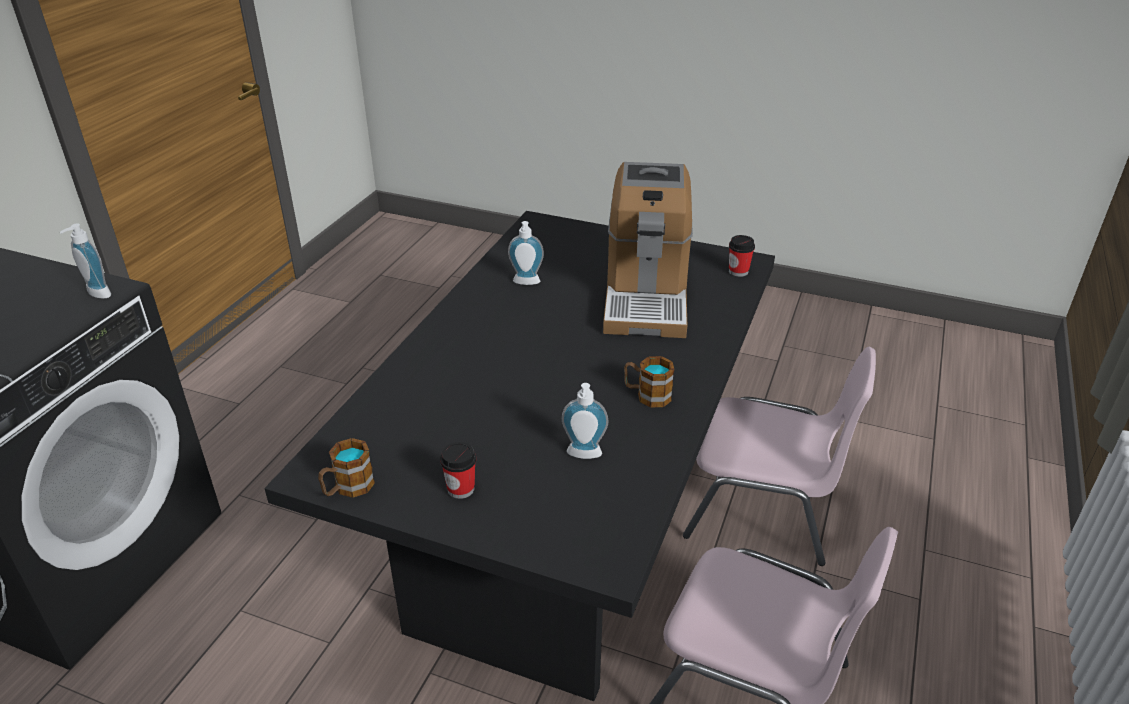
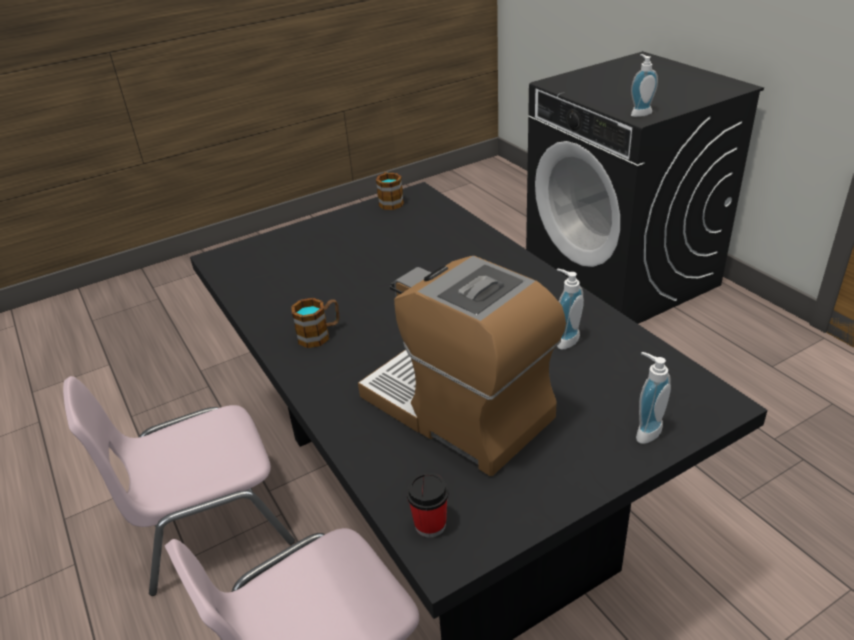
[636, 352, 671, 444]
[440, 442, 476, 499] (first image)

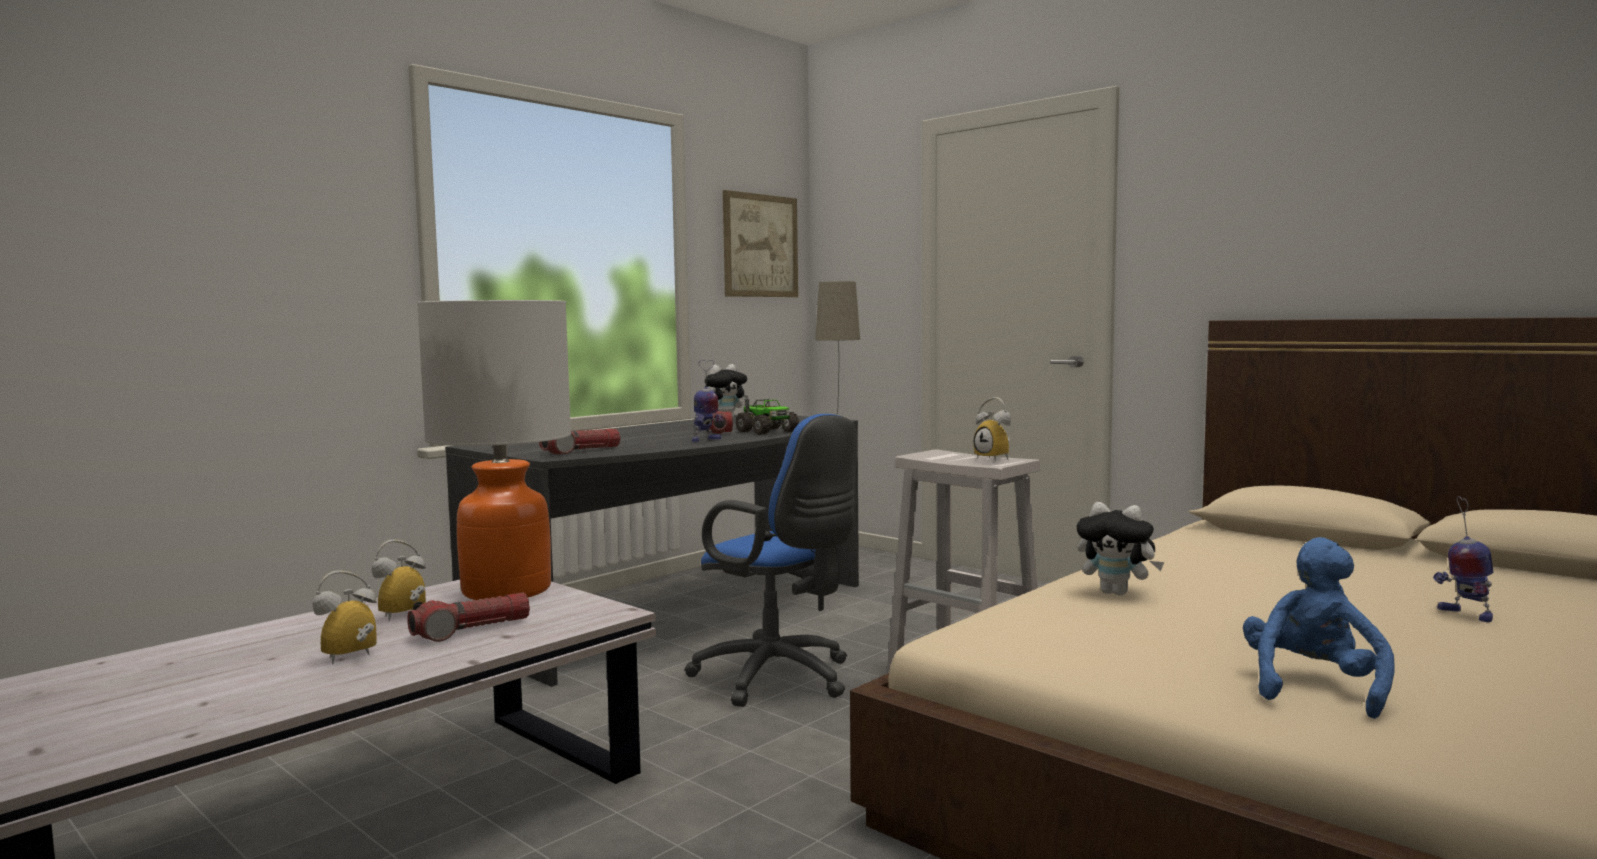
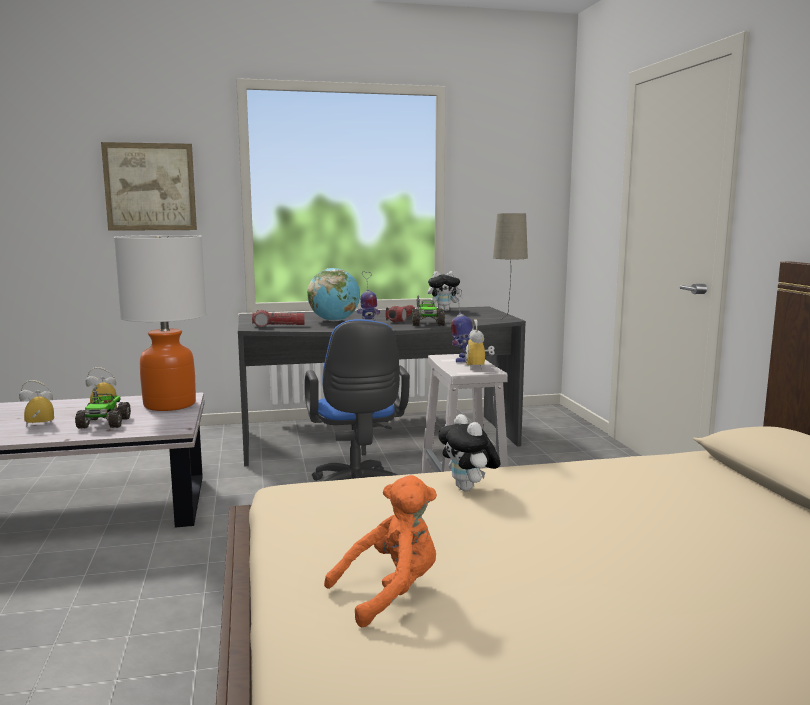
[75, 386, 131, 429]
[101, 142, 197, 231]
[307, 268, 360, 321]
[324, 475, 437, 627]
[451, 289, 473, 363]

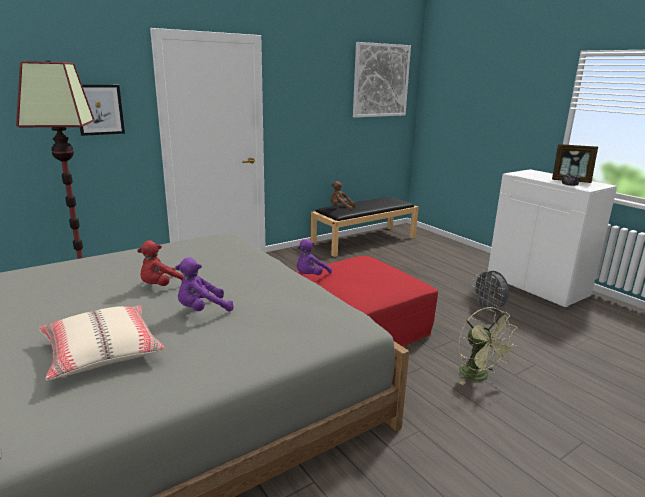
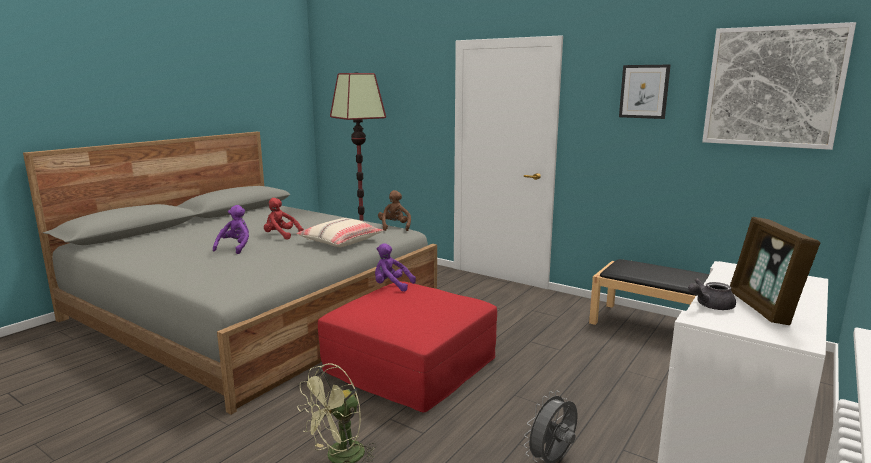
[213, 205, 249, 254]
[296, 218, 384, 247]
[378, 190, 411, 231]
[619, 65, 671, 119]

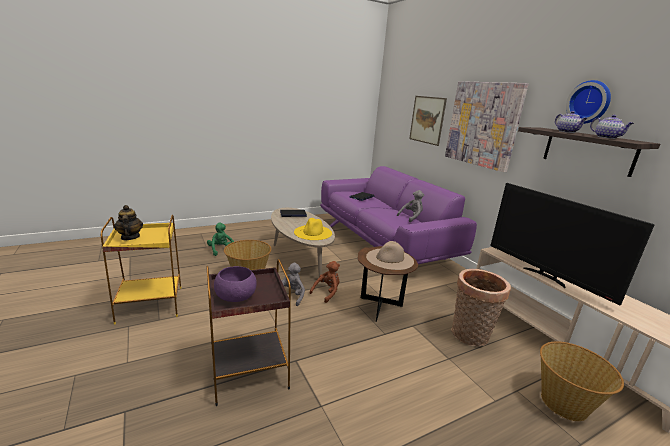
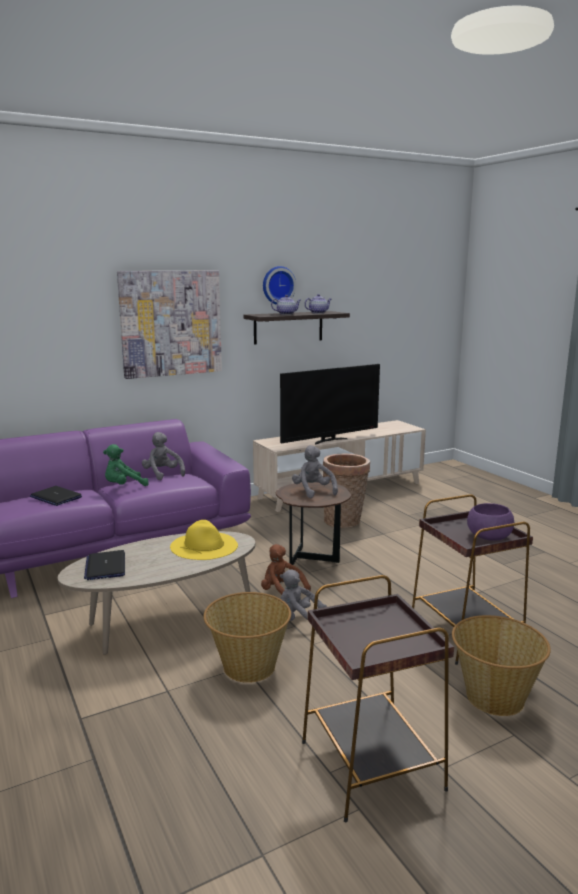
[103, 444, 149, 486]
[292, 445, 338, 498]
[302, 575, 454, 822]
[452, 615, 551, 716]
[114, 205, 143, 240] (first image)
[409, 96, 447, 146] (first image)

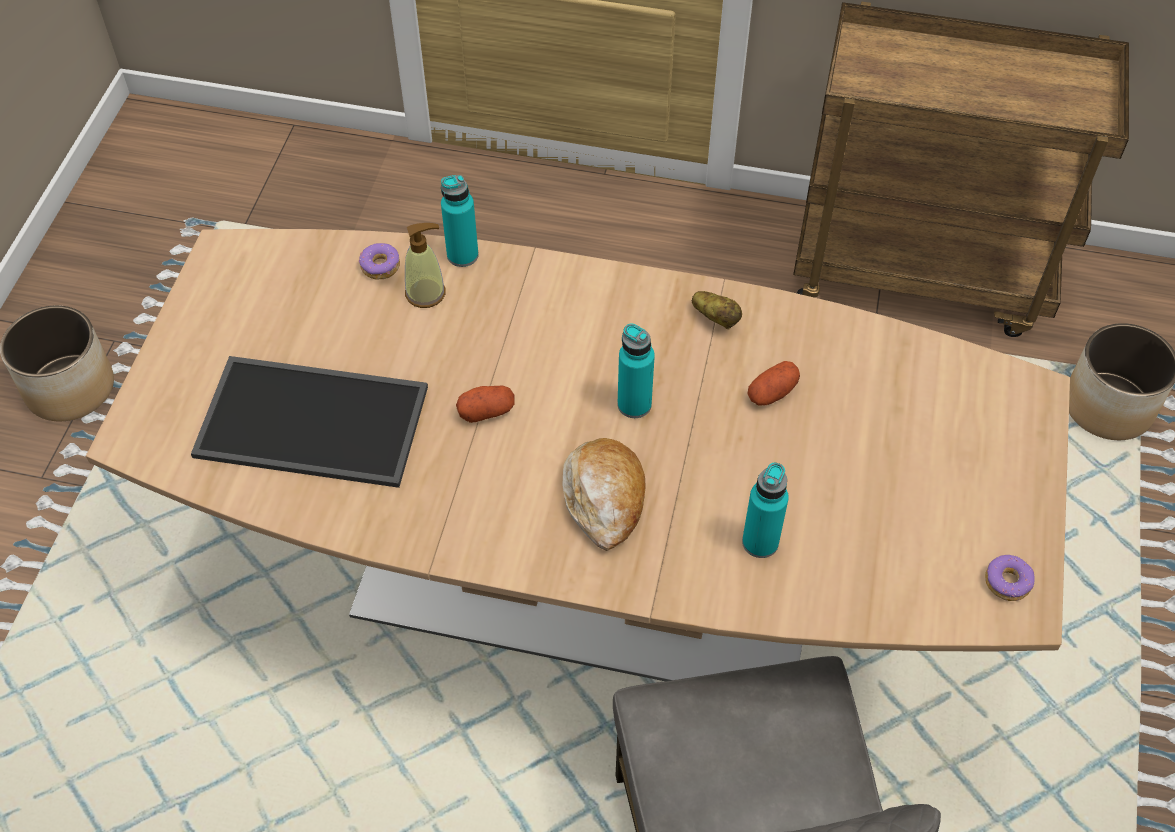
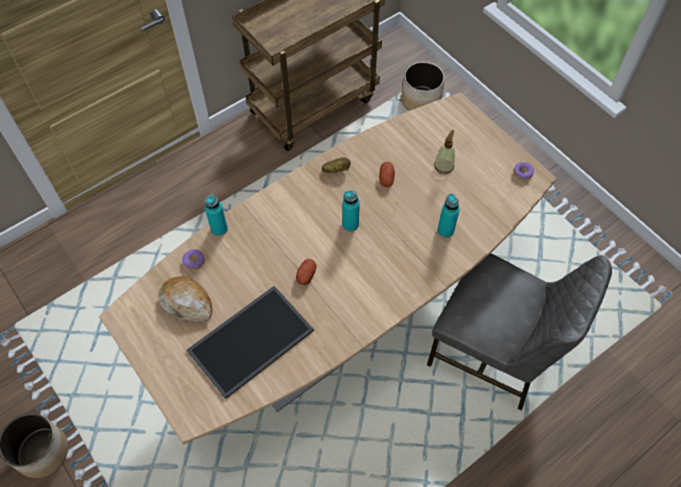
[158, 276, 212, 321]
[434, 130, 455, 174]

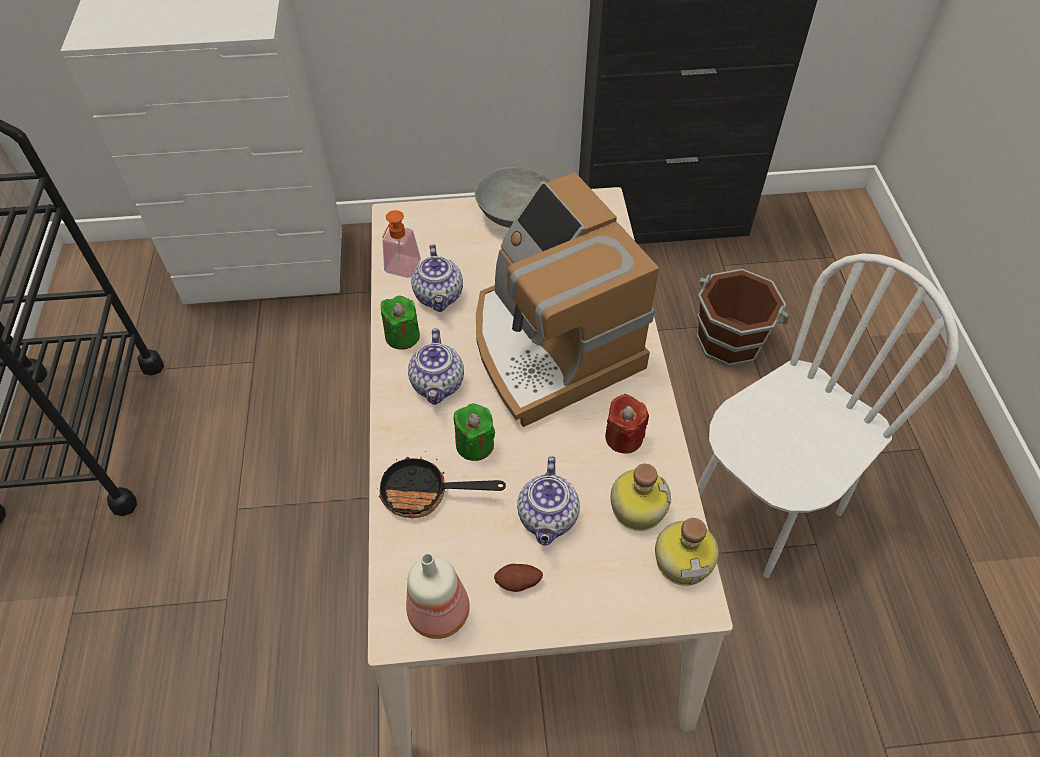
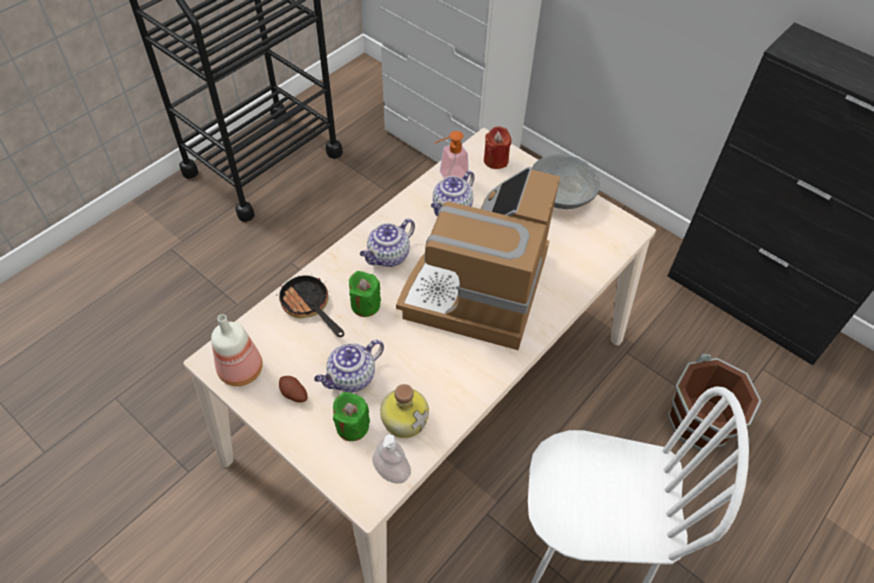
[333, 392, 370, 441]
[372, 434, 411, 484]
[484, 126, 511, 169]

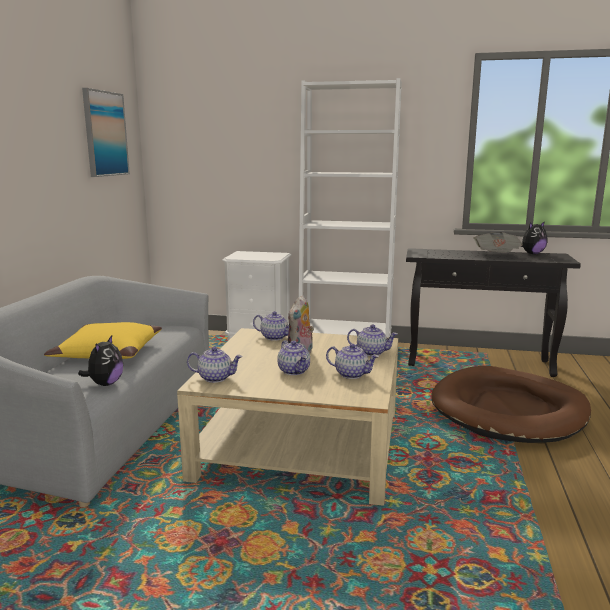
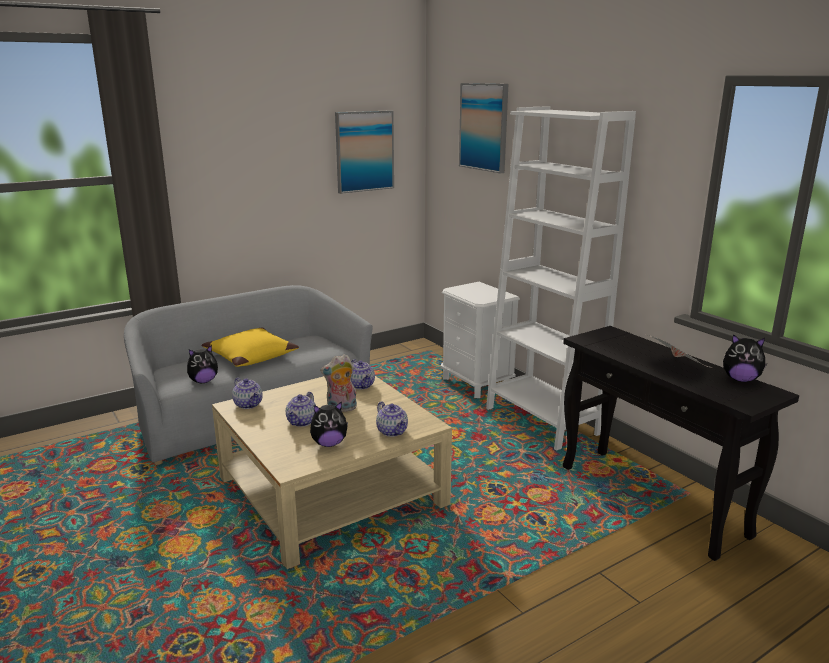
[310, 401, 348, 447]
[459, 83, 508, 173]
[431, 366, 591, 443] (first image)

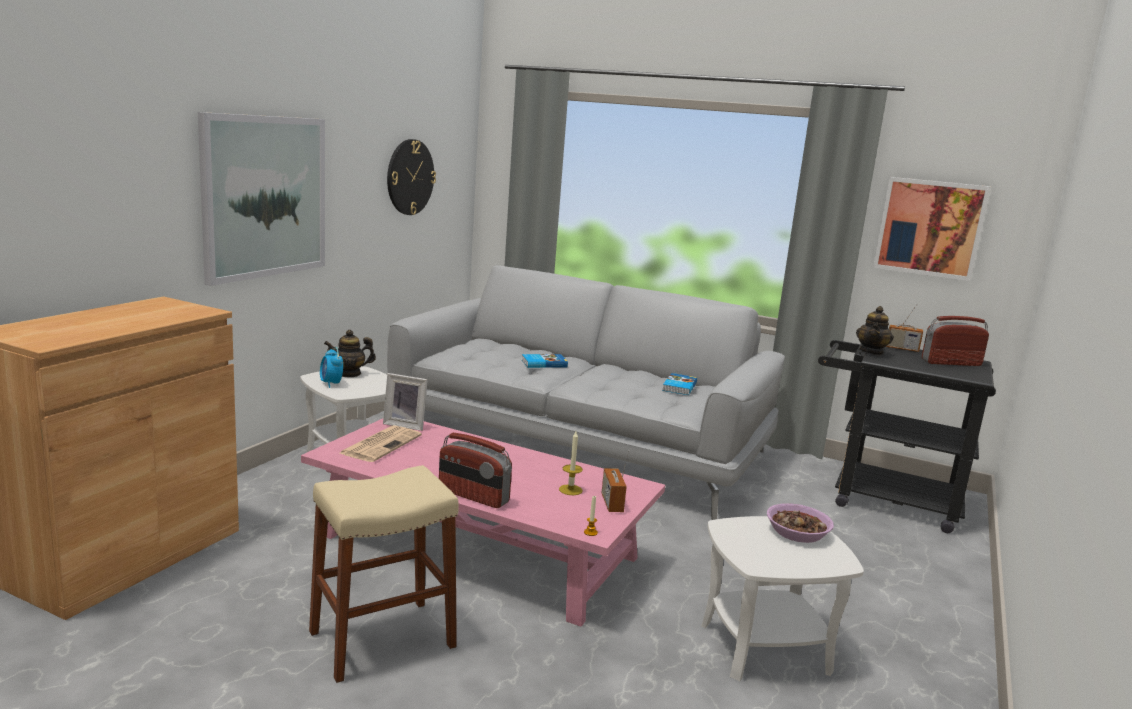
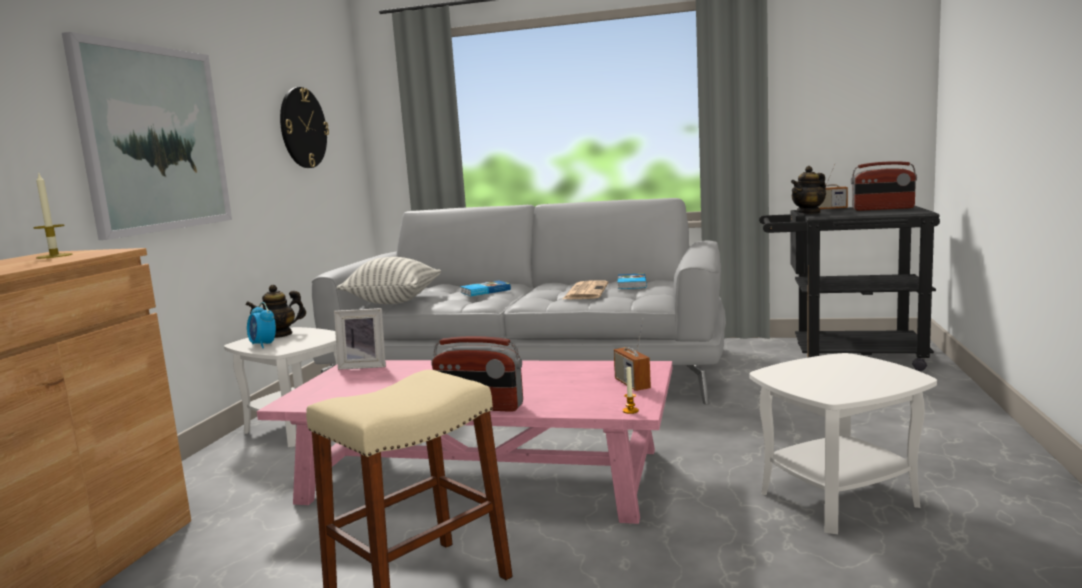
[33, 172, 73, 259]
[337, 257, 441, 304]
[563, 280, 608, 299]
[791, 166, 826, 214]
[851, 161, 917, 211]
[767, 503, 834, 543] (first image)
[873, 177, 991, 281] (first image)

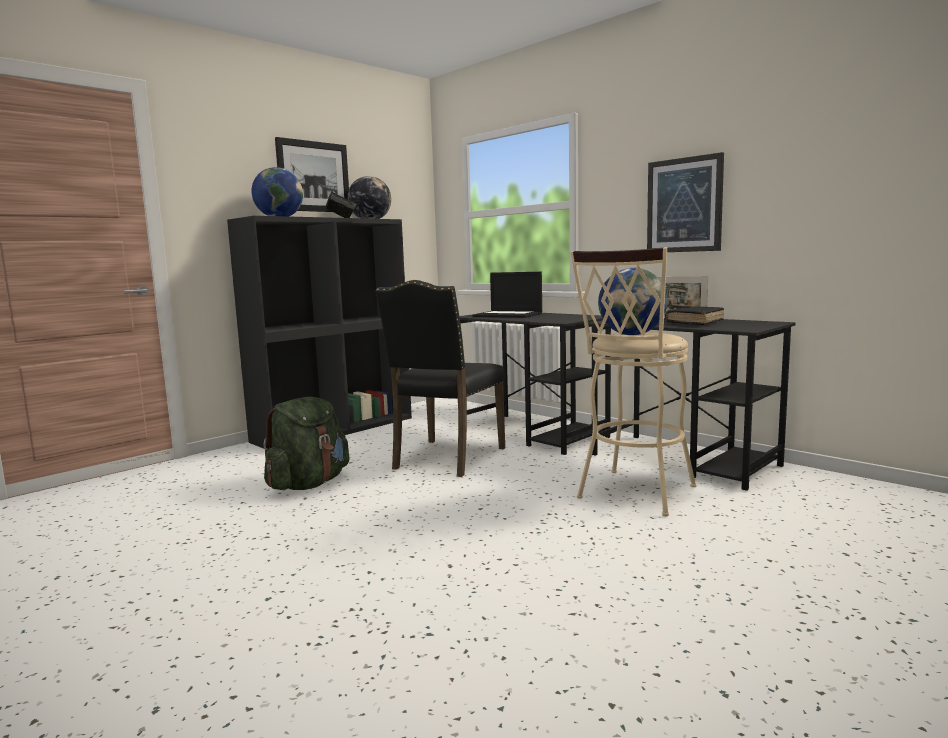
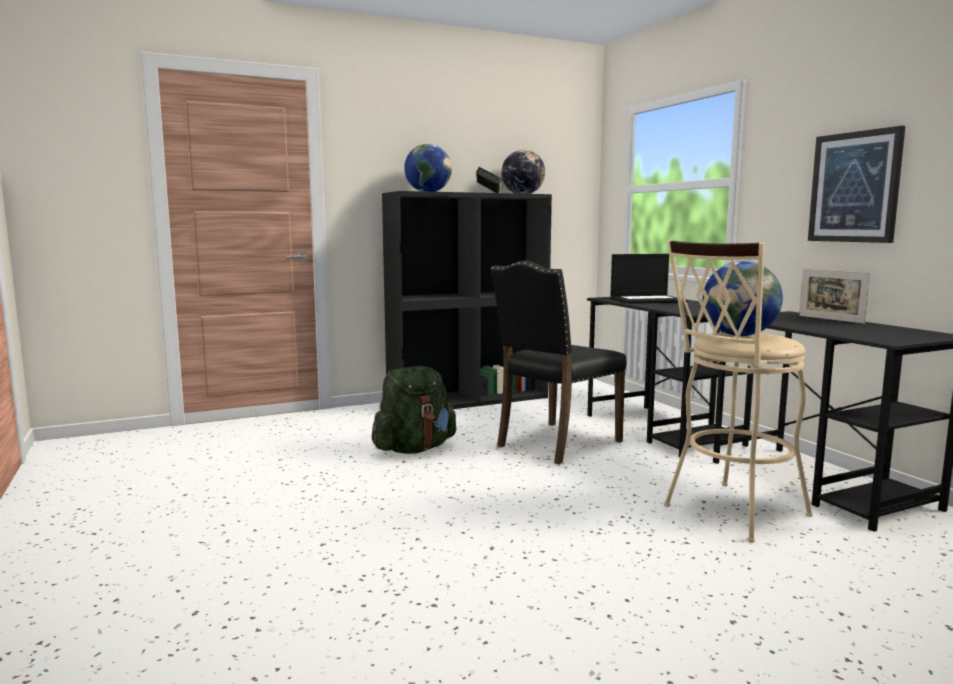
[610, 254, 688, 304]
[275, 137, 349, 212] (first image)
[665, 307, 724, 325] (first image)

